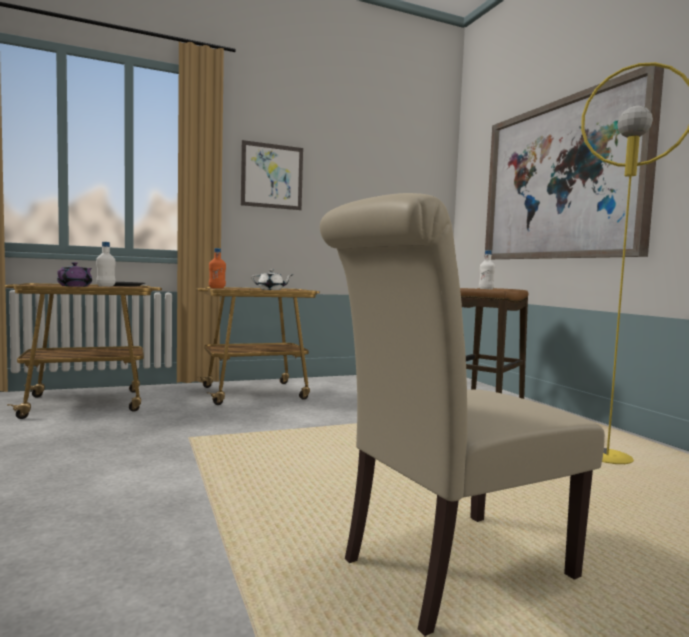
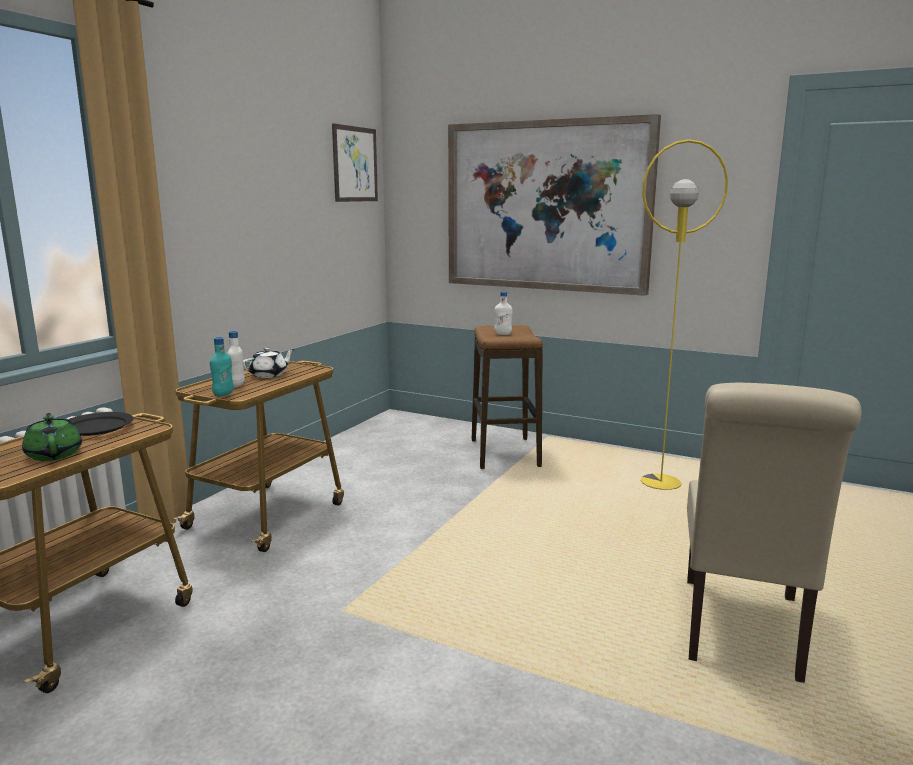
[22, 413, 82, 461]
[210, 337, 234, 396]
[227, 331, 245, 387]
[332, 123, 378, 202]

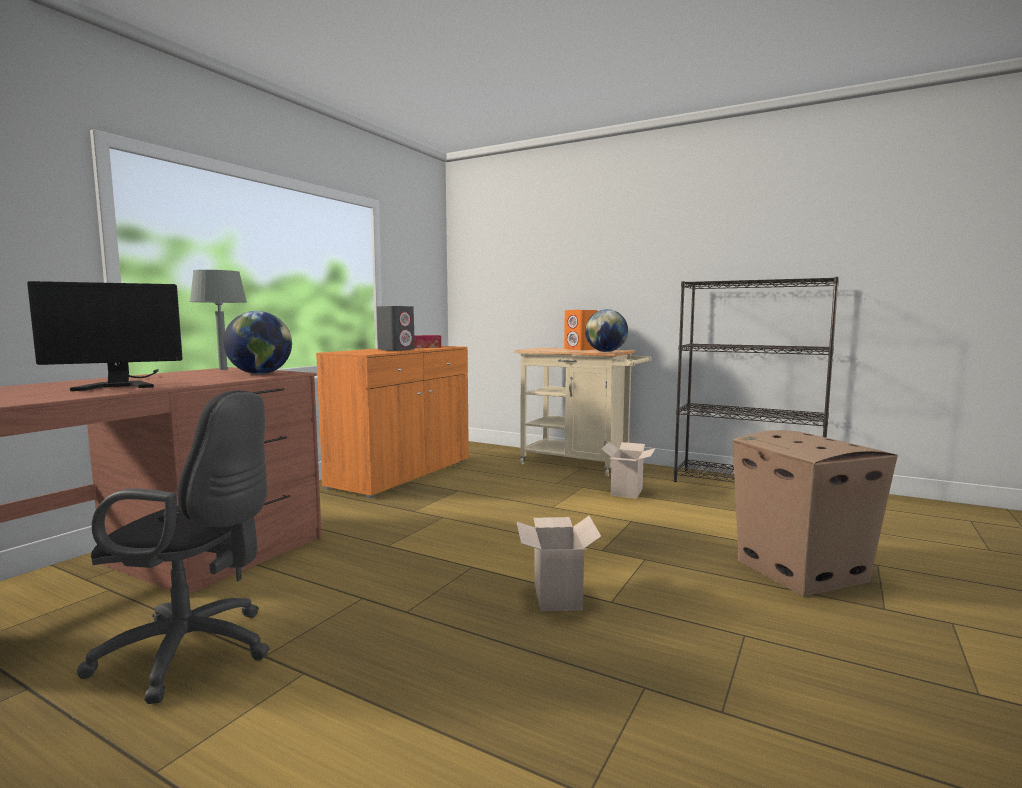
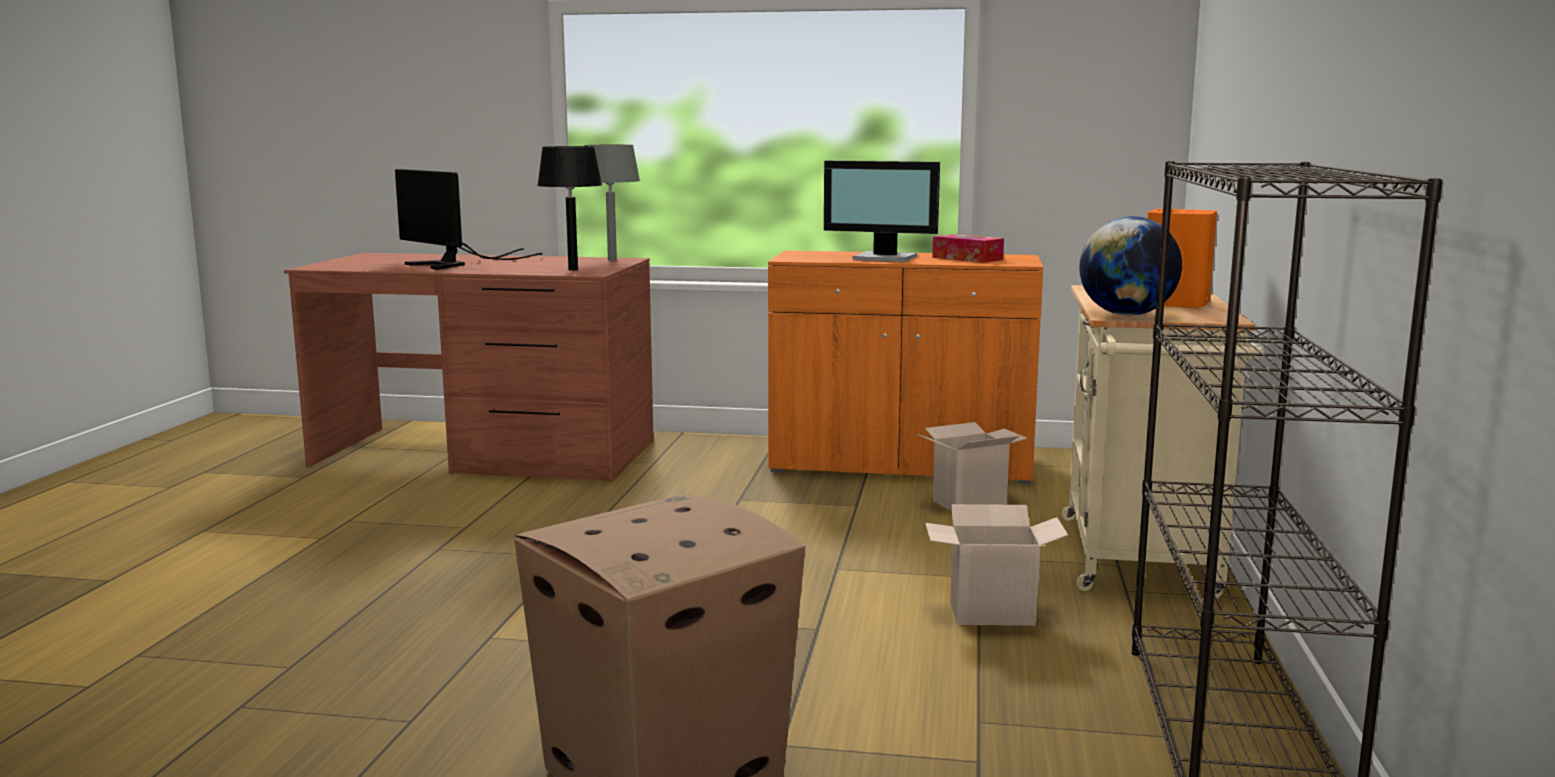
[537, 146, 602, 271]
[824, 161, 940, 262]
[917, 422, 1028, 511]
[77, 390, 270, 704] (first image)

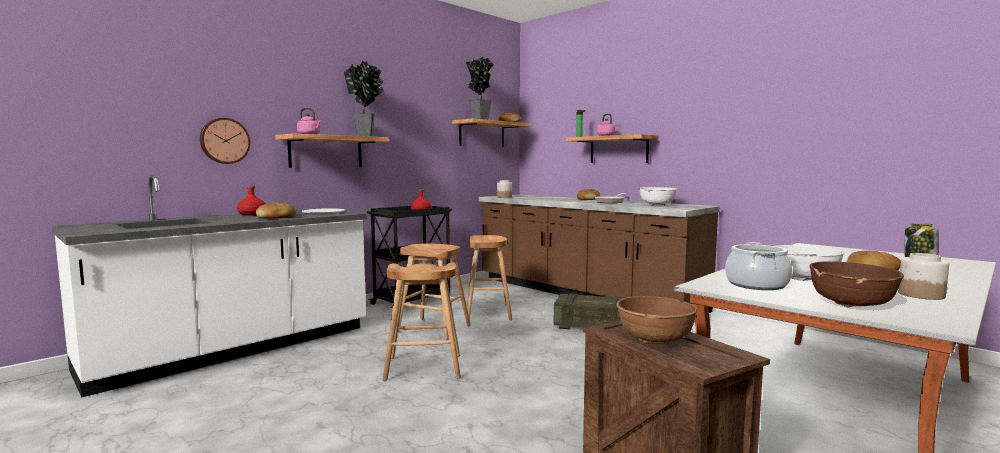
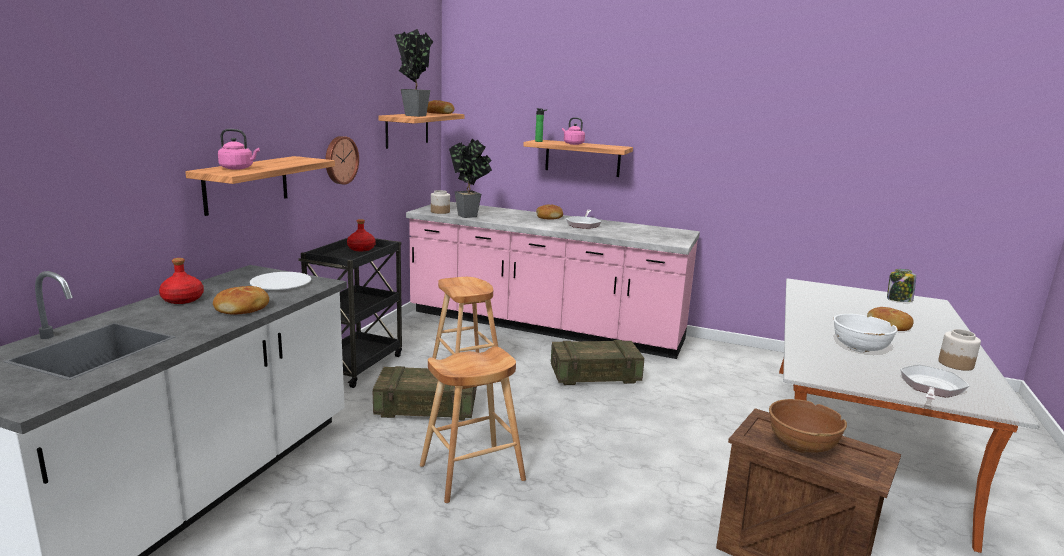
[325, 136, 359, 185]
[373, 366, 477, 421]
[406, 202, 700, 359]
[449, 139, 492, 218]
[900, 365, 970, 400]
[639, 187, 677, 205] (first image)
[725, 242, 792, 290] (first image)

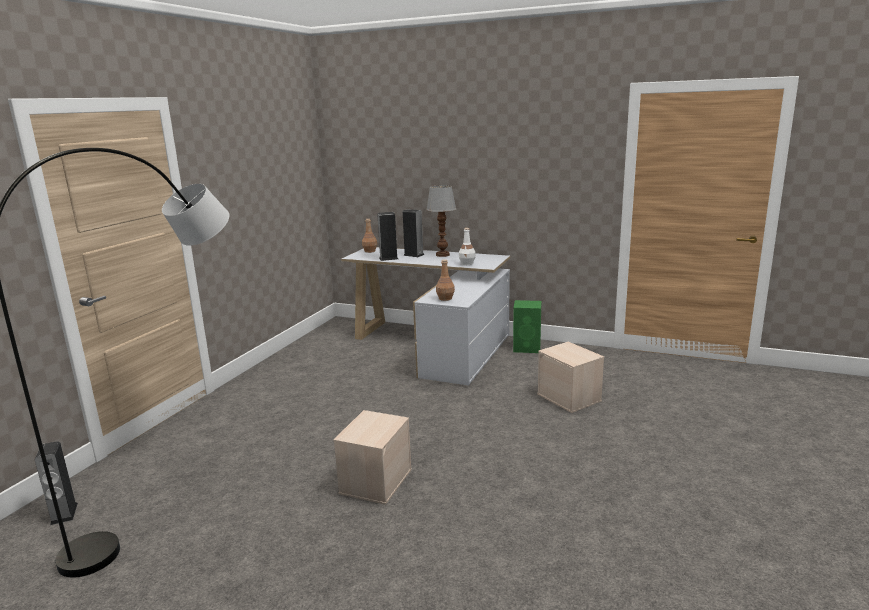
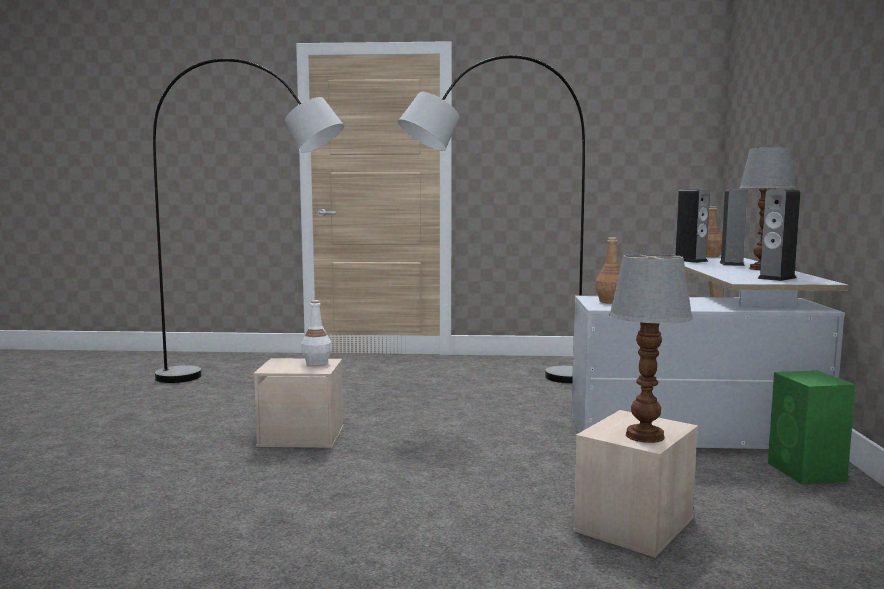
[301, 300, 332, 366]
[398, 55, 585, 383]
[609, 254, 693, 443]
[757, 189, 800, 281]

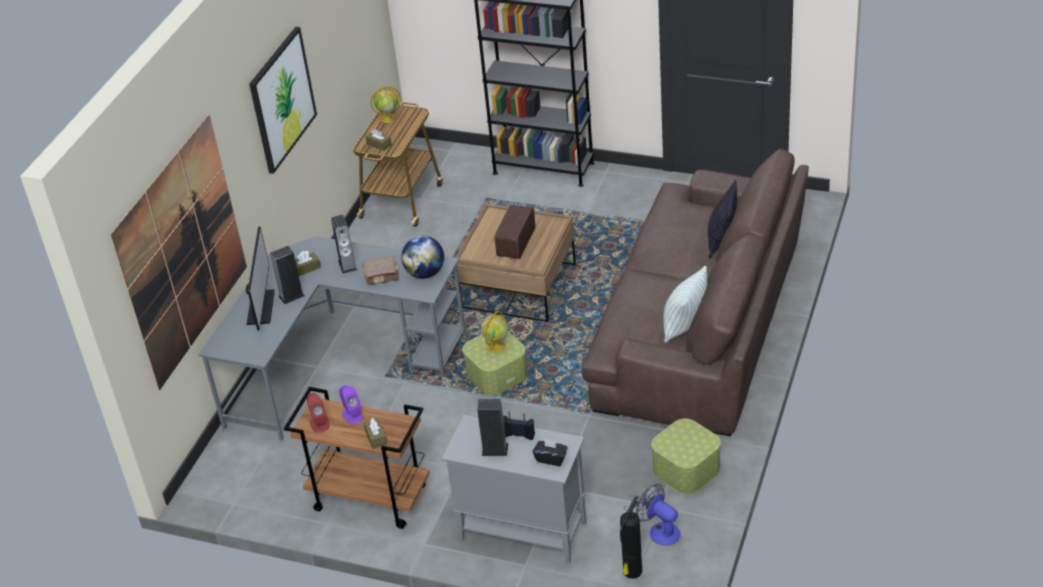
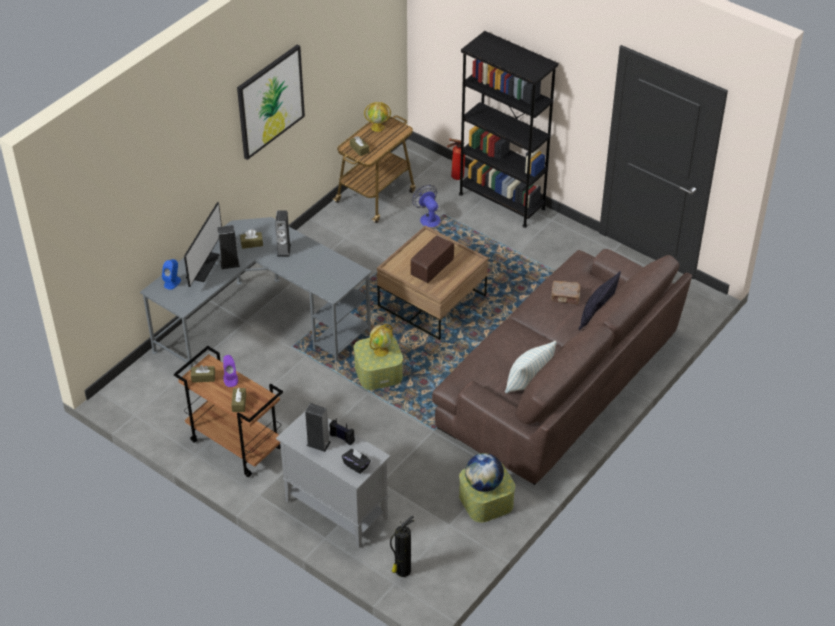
[162, 259, 181, 290]
[191, 365, 215, 383]
[412, 185, 441, 227]
[447, 139, 465, 180]
[465, 453, 504, 492]
[551, 281, 580, 304]
[110, 115, 247, 390] (first image)

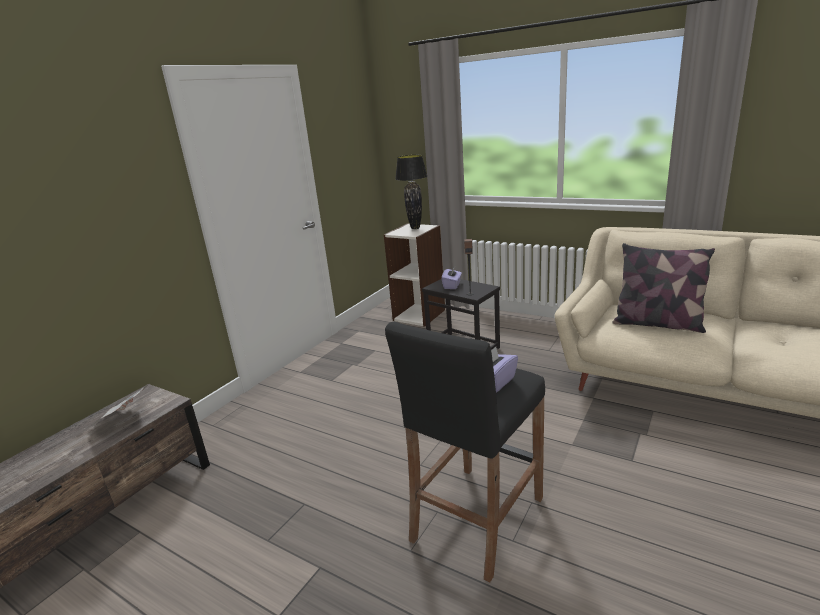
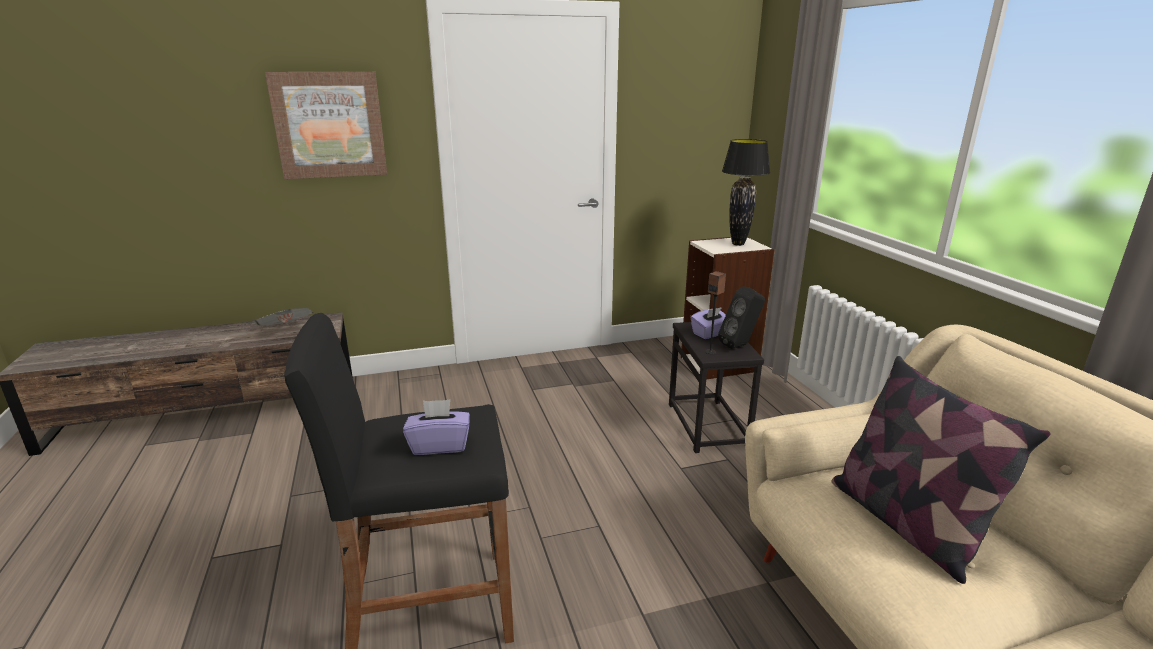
[265, 72, 387, 179]
[718, 286, 765, 349]

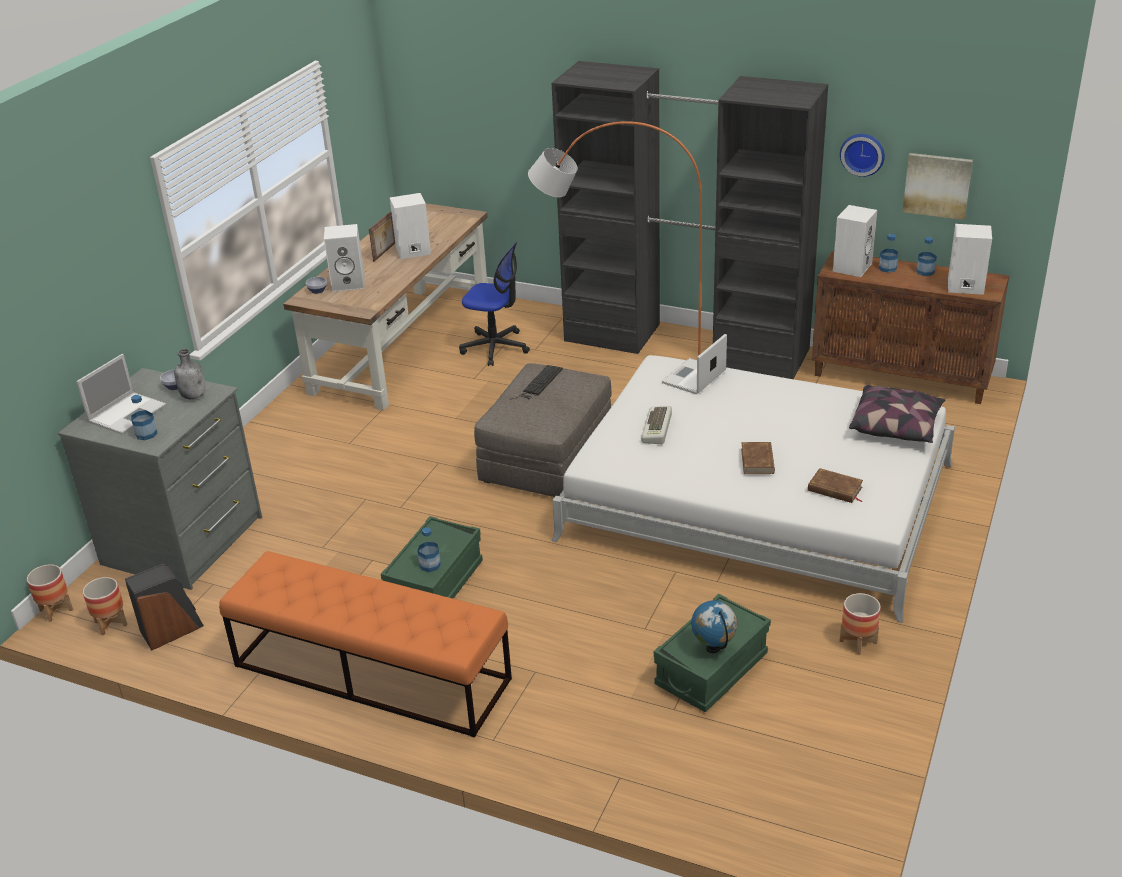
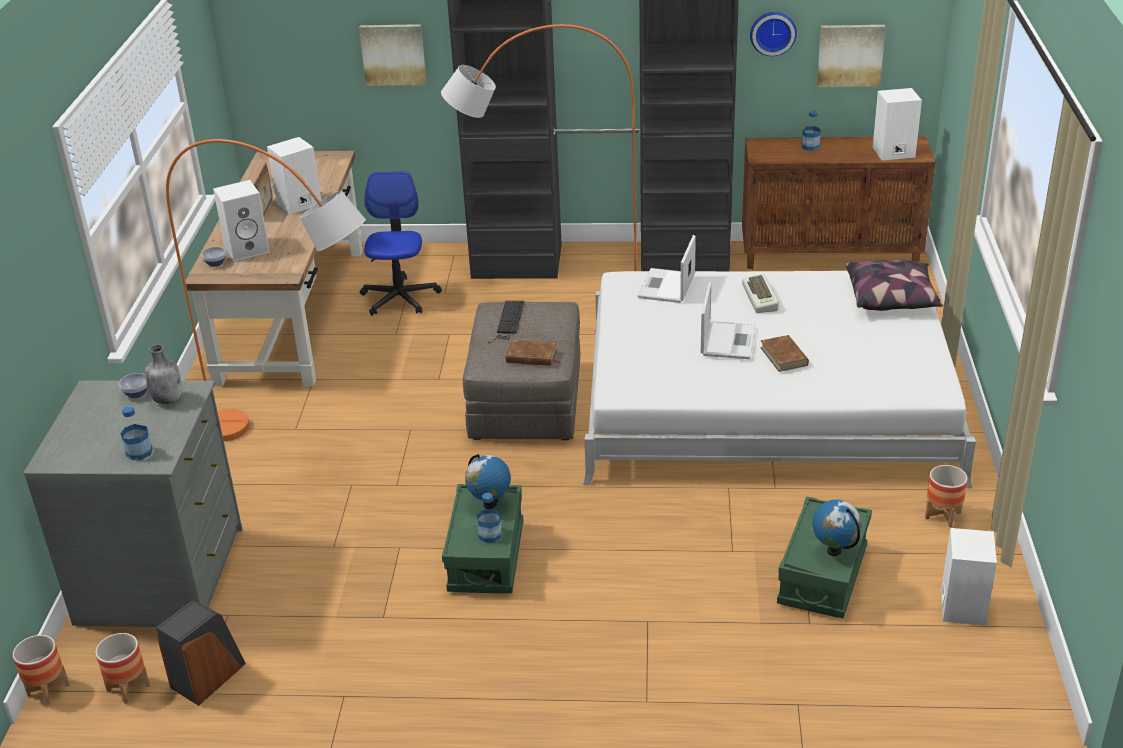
[166, 139, 366, 441]
[359, 24, 427, 86]
[360, 171, 442, 316]
[465, 454, 511, 509]
[506, 339, 561, 366]
[701, 282, 756, 359]
[742, 274, 779, 313]
[941, 528, 997, 626]
[219, 551, 512, 738] (first image)
[916, 237, 937, 276] (first image)

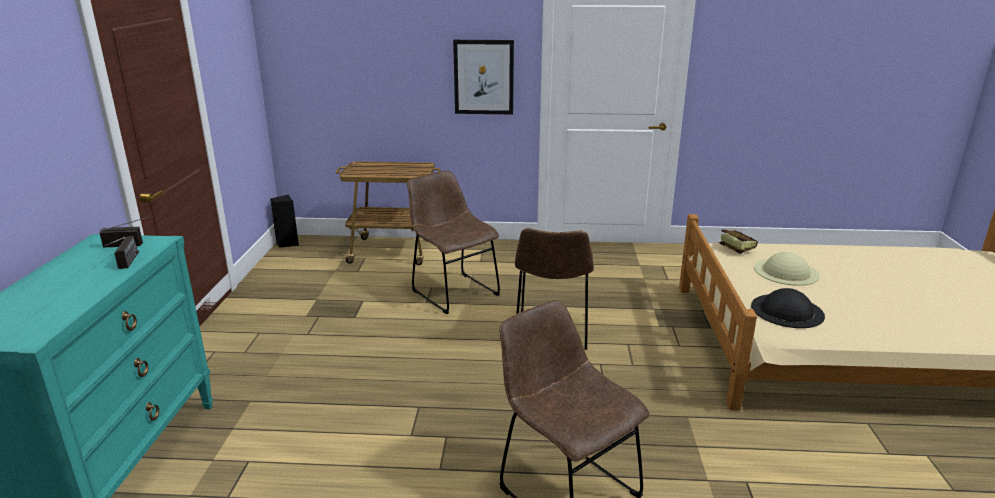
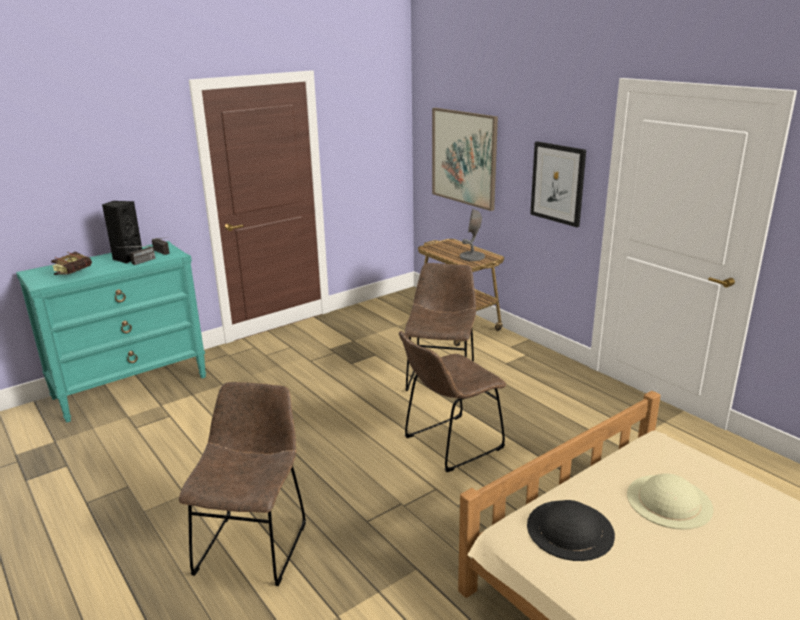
[51, 252, 92, 275]
[102, 201, 142, 264]
[432, 108, 498, 211]
[460, 209, 485, 261]

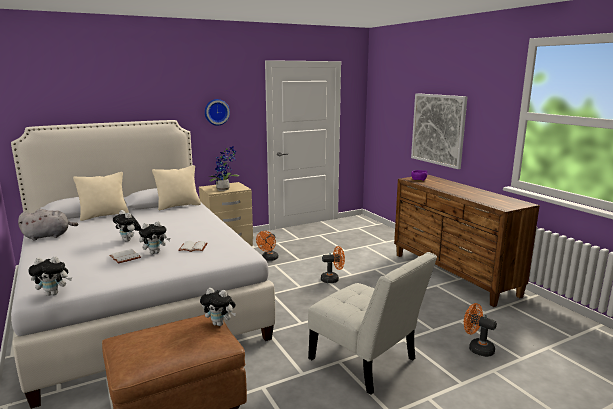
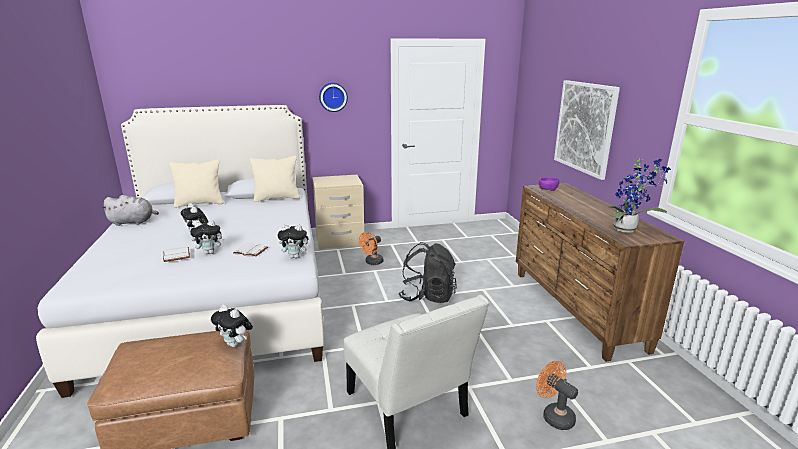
[278, 224, 312, 258]
[398, 242, 457, 303]
[603, 158, 671, 232]

